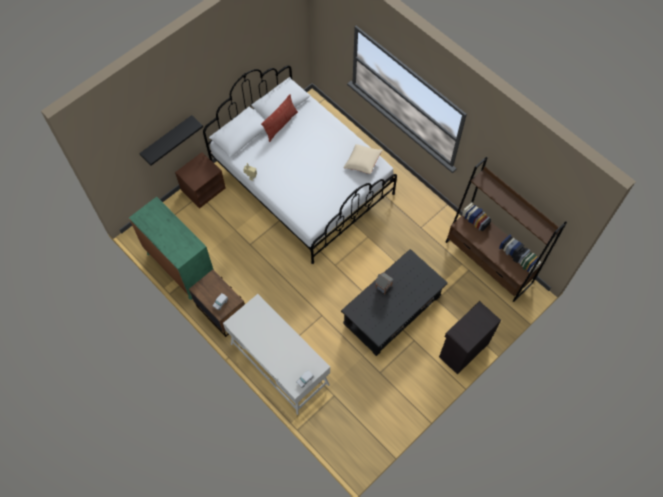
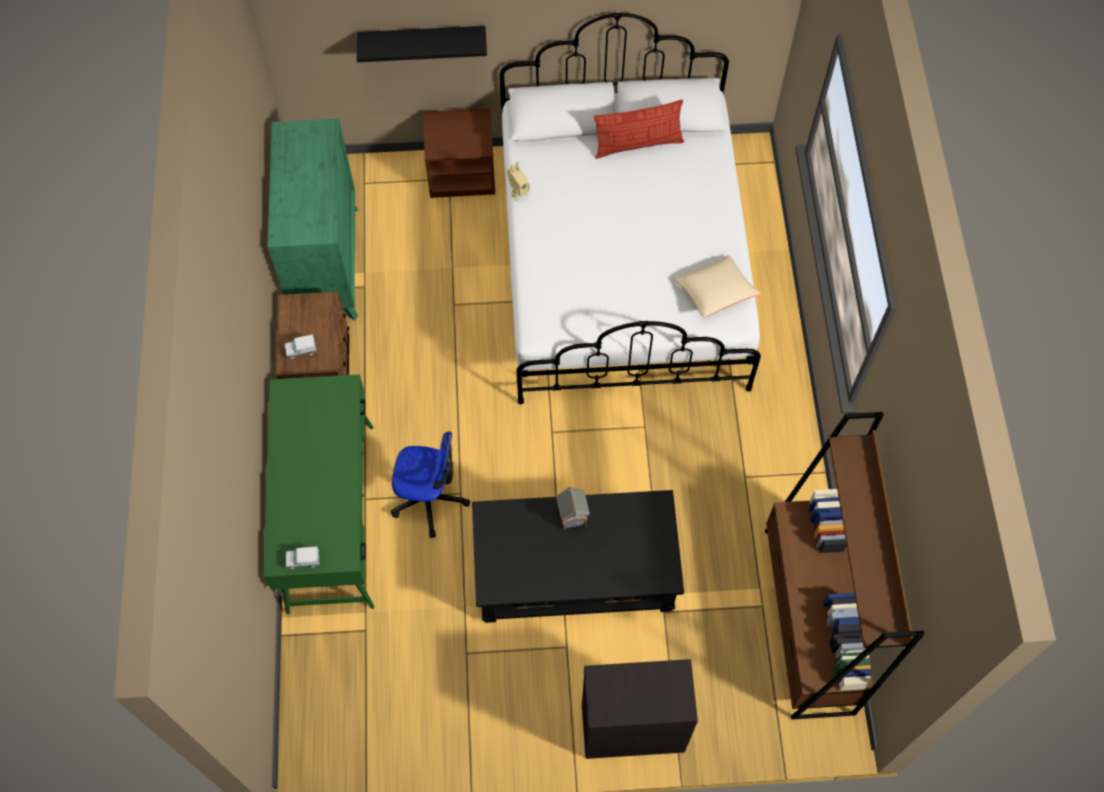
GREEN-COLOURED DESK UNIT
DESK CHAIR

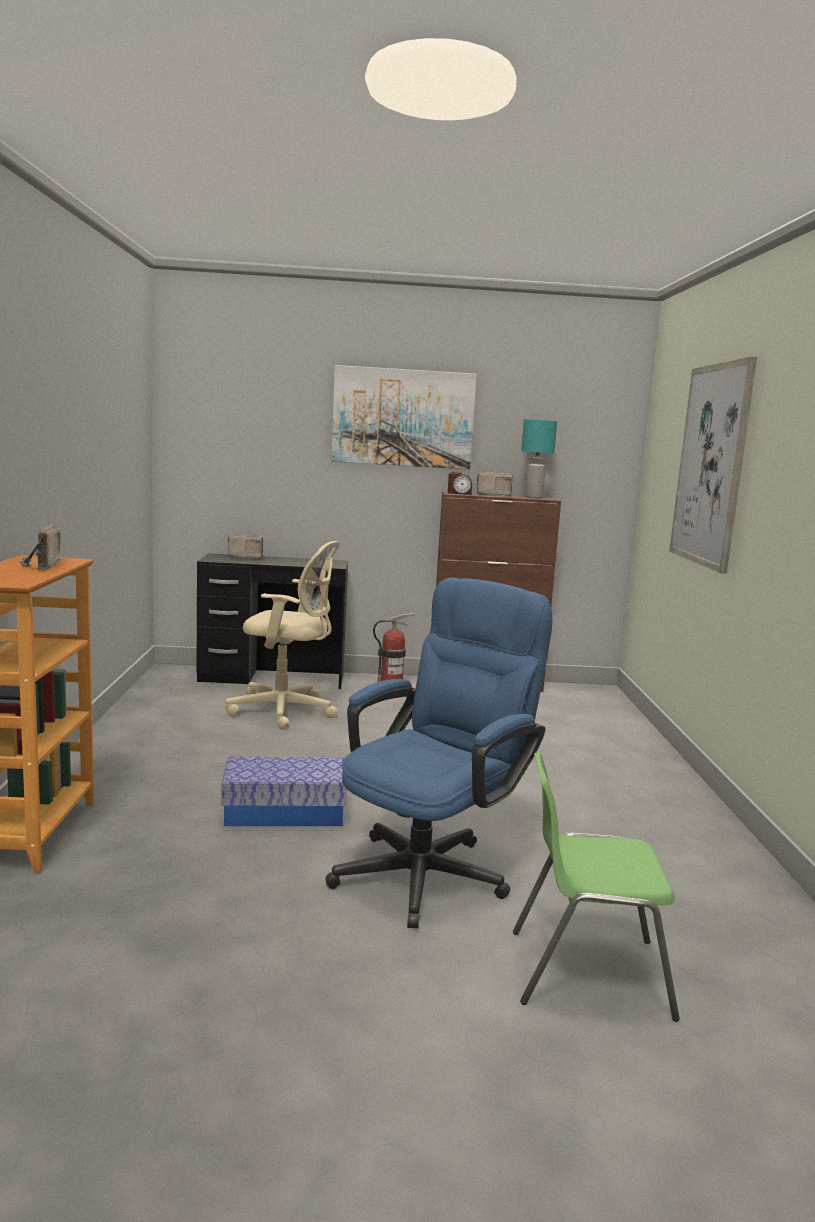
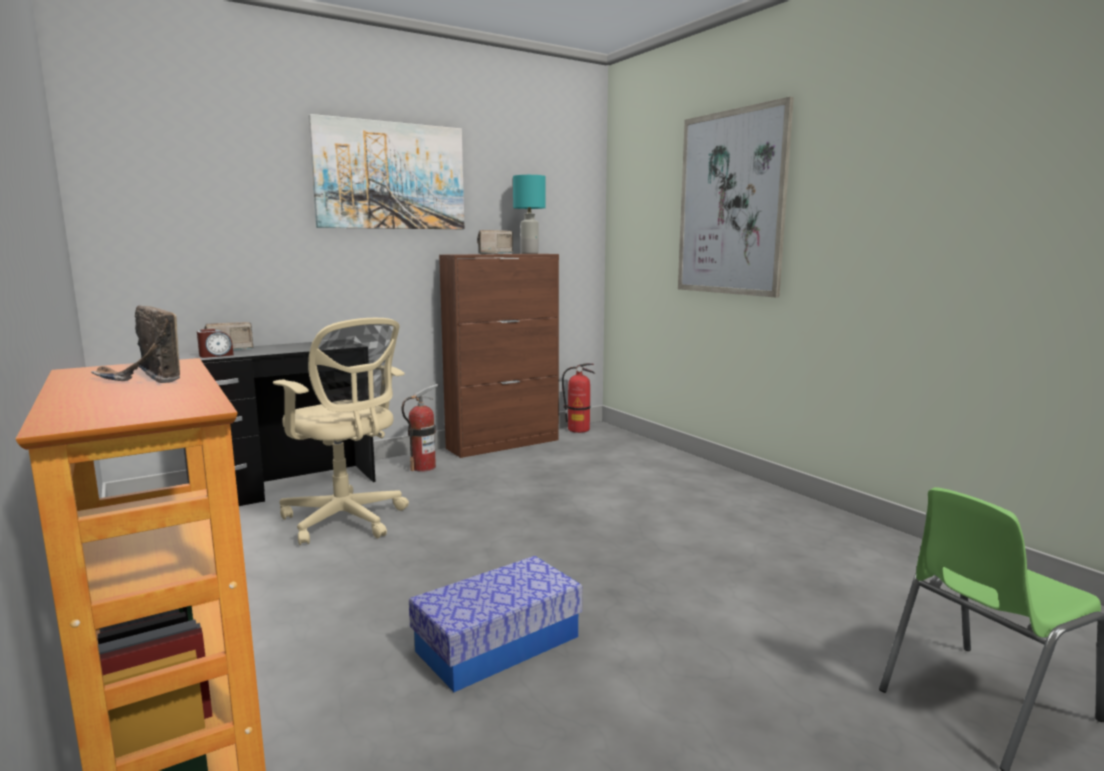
TABLE CLOCK
BEIGE-COLOURED DESK CHAIR
FIRE-FIGHTING CYLINDER (2nd from left)
BLUISH DESK CHAIR

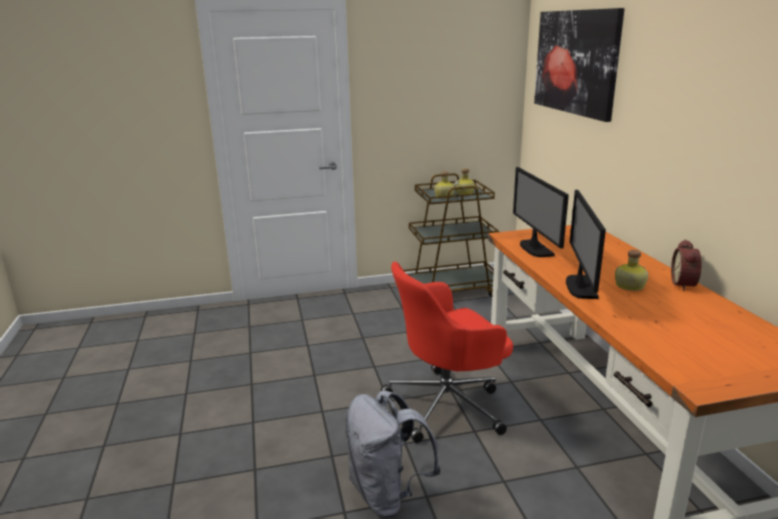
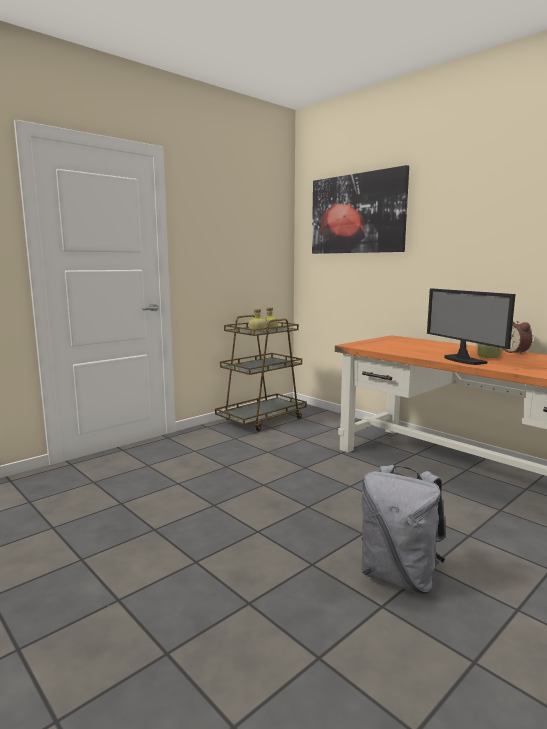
RED DESK CHAIR
COMPUTER DISPLAY (1st from left in the first image)

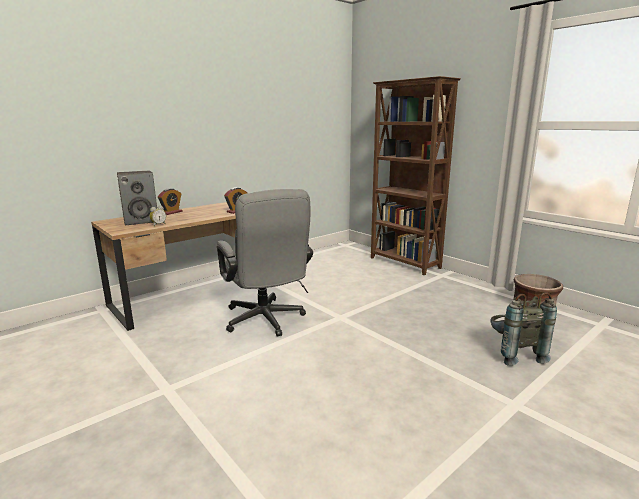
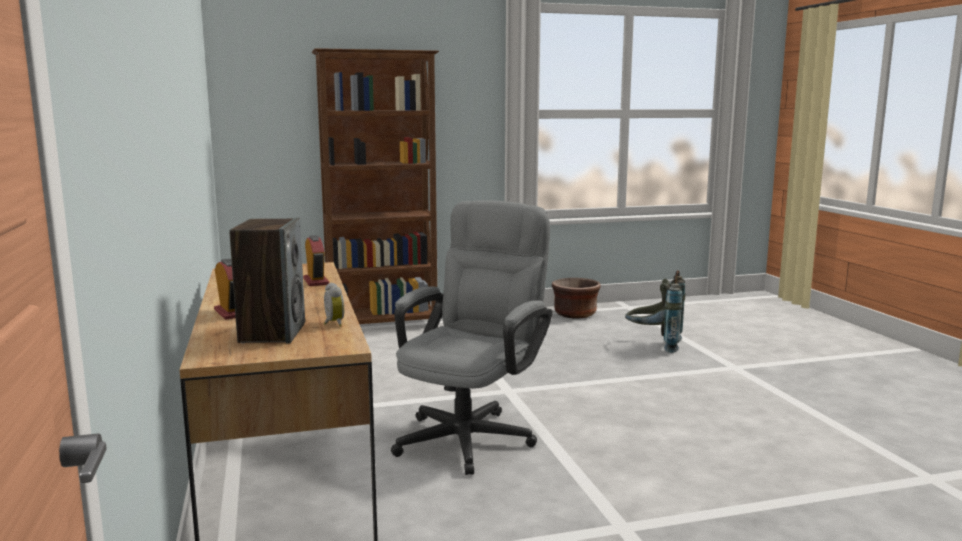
GREYISH DESK CHAIR

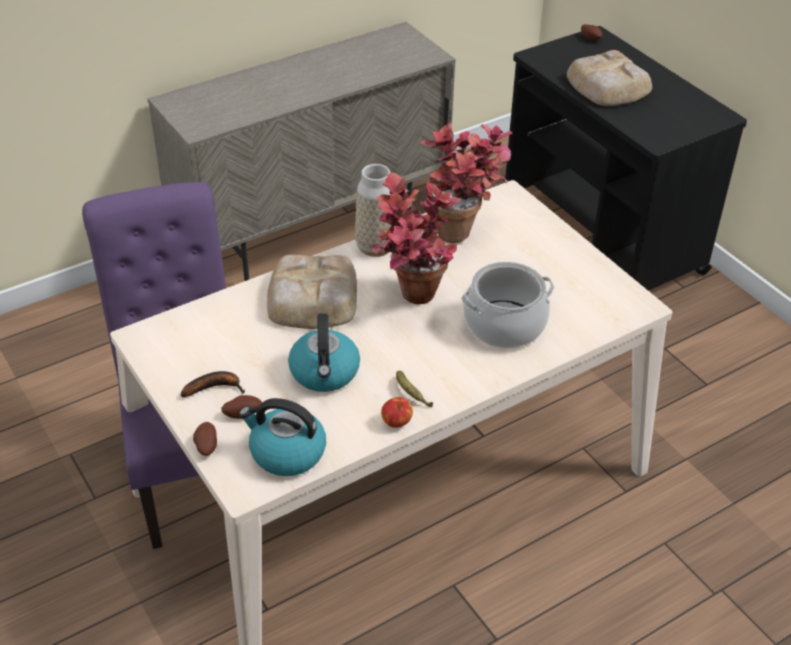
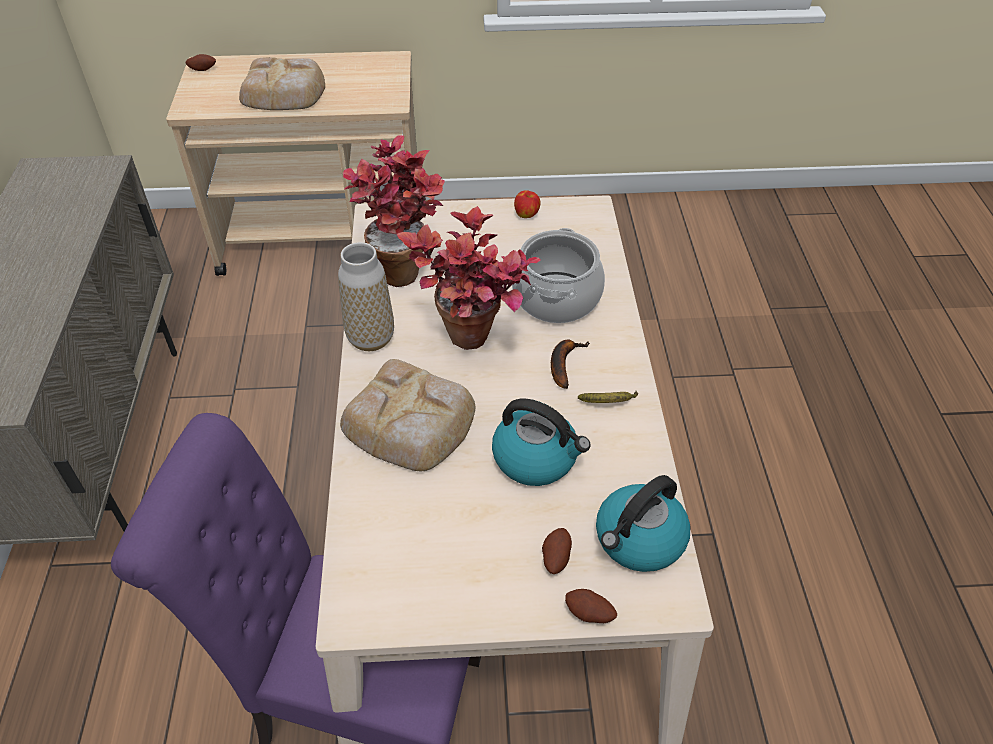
BEIGE-COLOURED TROLLEY
APPLE FRUIT
BANANA (1st from left)

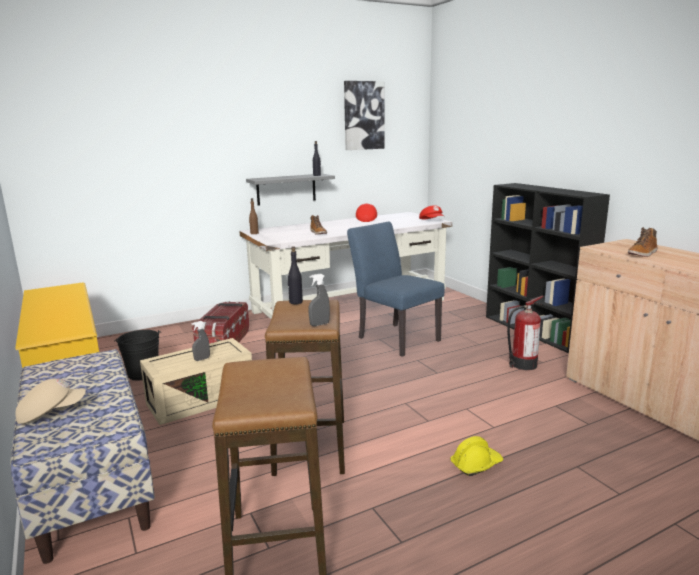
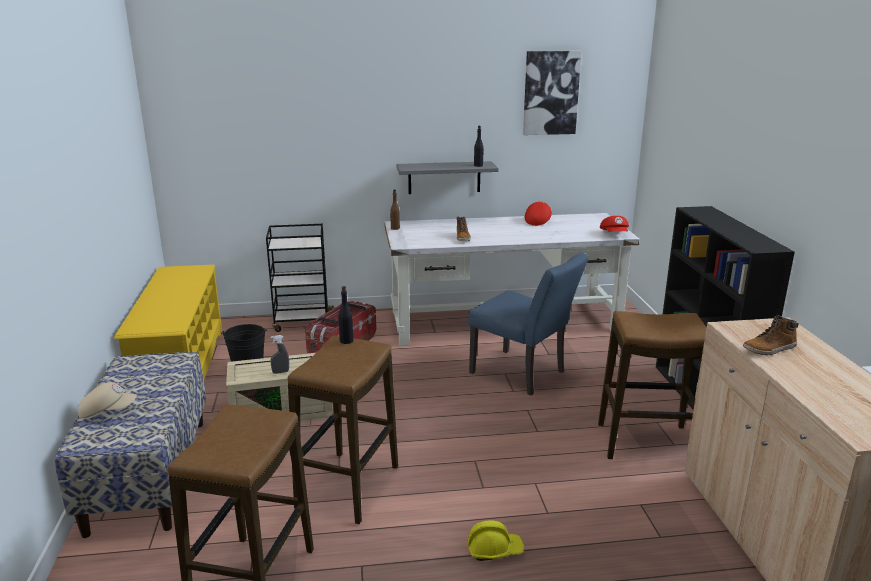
BLACK TROLLEY
BLUISH PLAIN CHAIR
SITTING STOOL (3rd from left)
GREYISH HAND SPRAYER (2nd from left in the first image)

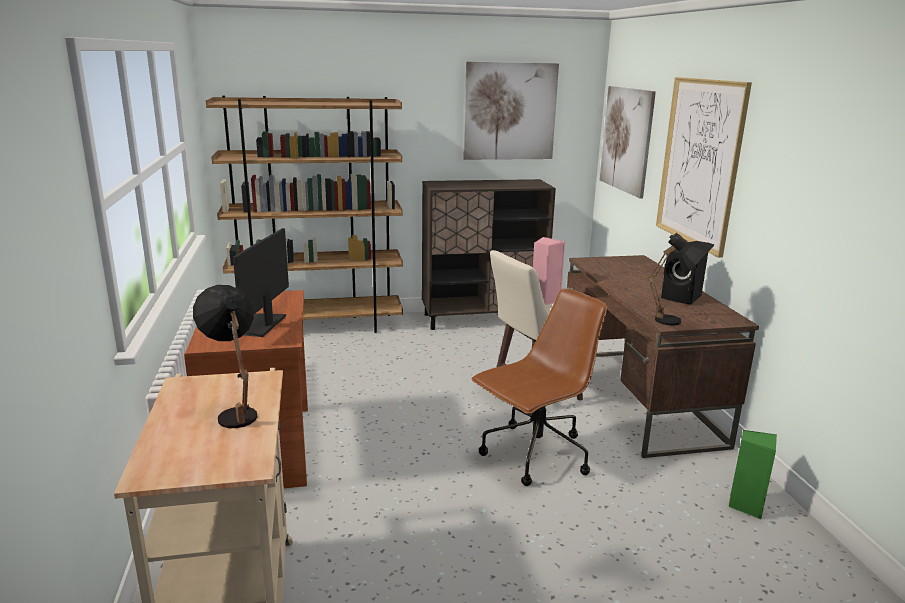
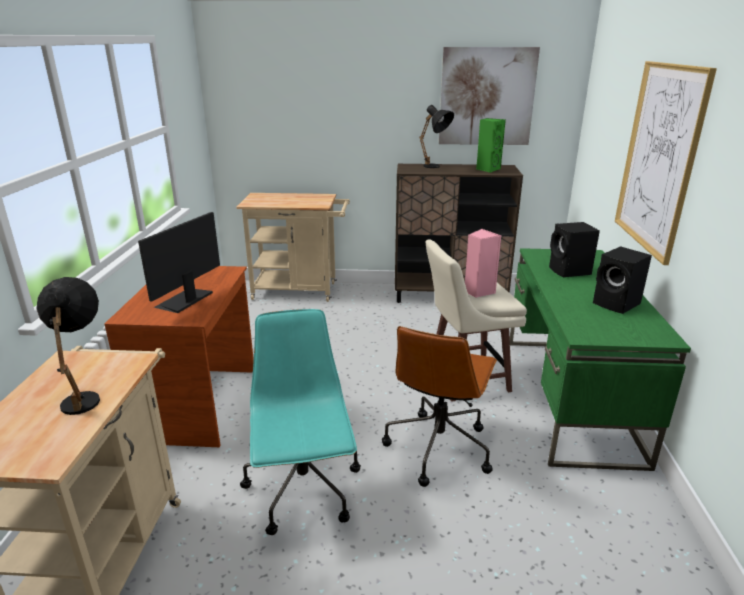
BEIGE-COLOURED TROLLEY (2nd from left)
TURQUOISE DESK CHAIR
BROWNISH DESK CHAIR
BLACK TABLETOP LAMP (2nd from left)
GREEN-COLOURED SPEAKER
GREEN-COLOURED DESK UNIT
BLACK SPEAKER (1st from left)
PICTURE (2nd from left in the first image)

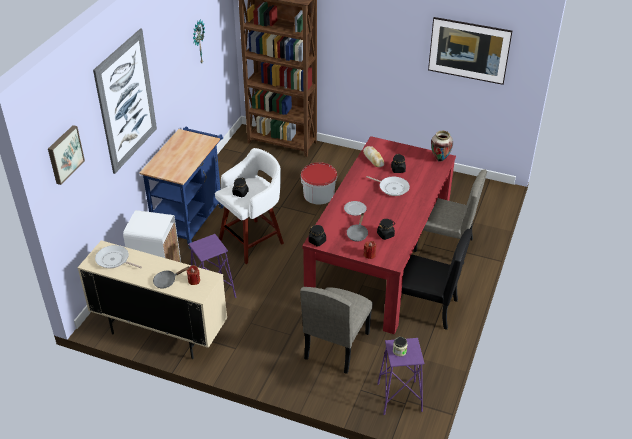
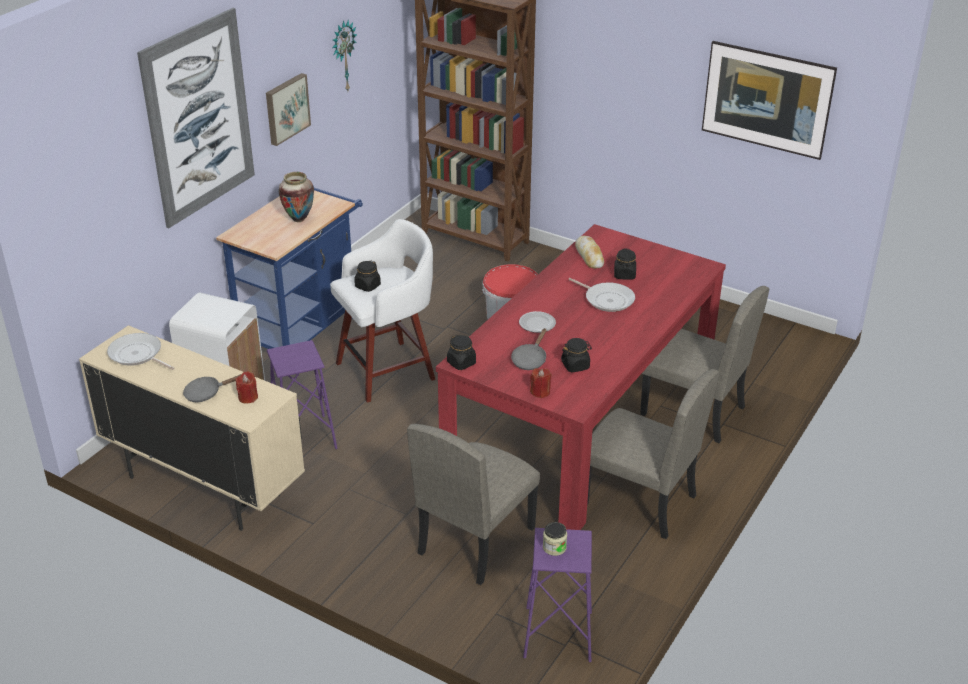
PICTURE (2nd from left)
DECORATIVE VASE
BEIGE-COLOURED PLAIN CHAIR (2nd from left)

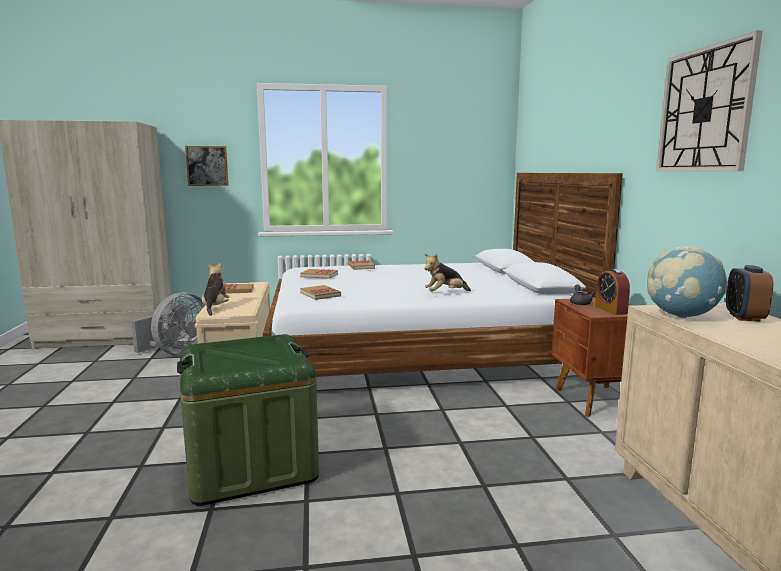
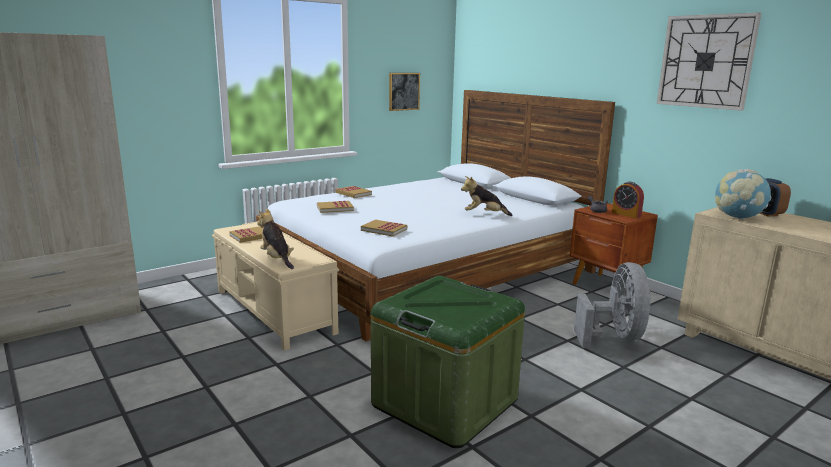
PICTURE
SOFT TOY (2nd from left)
GREYISH FAN

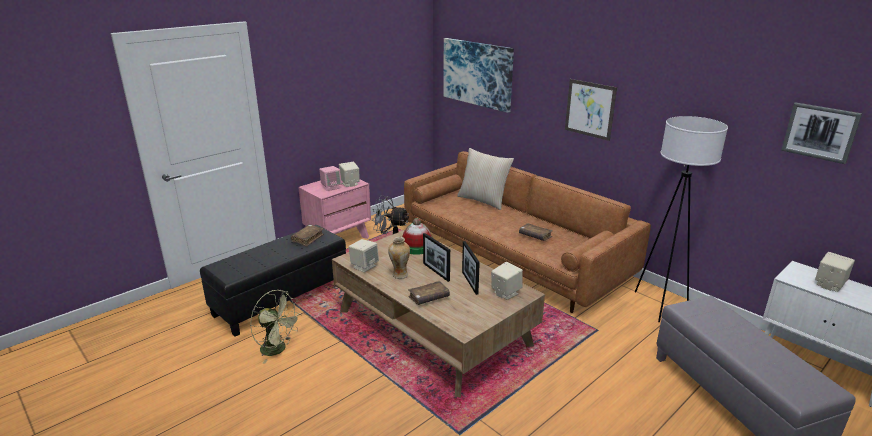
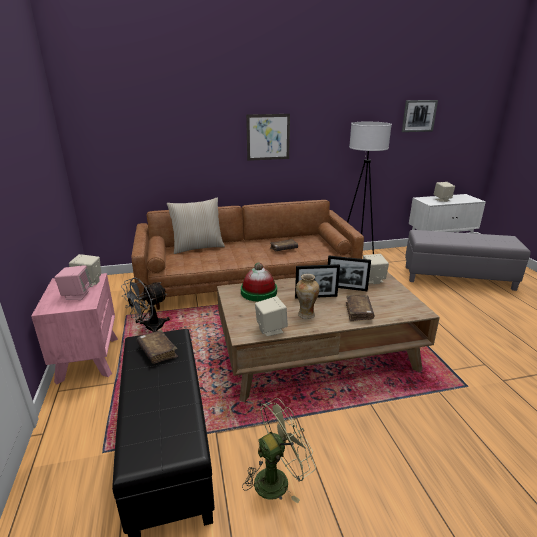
PICTURE (1st from left in the first image)

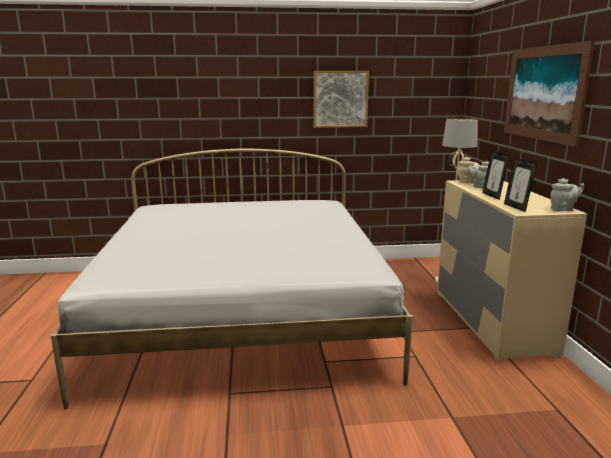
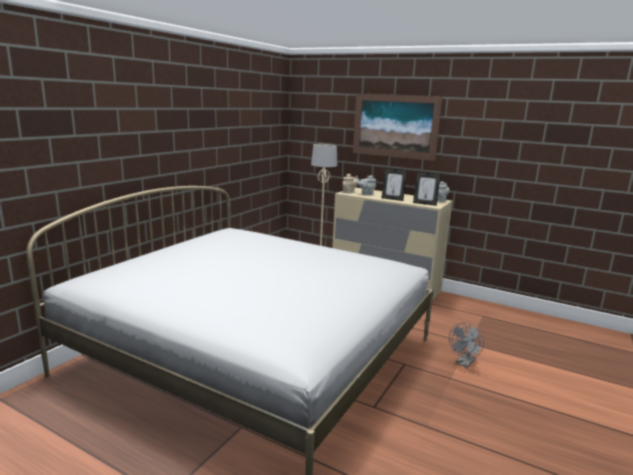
GREYISH FAN
PICTURE (1st from left in the first image)

